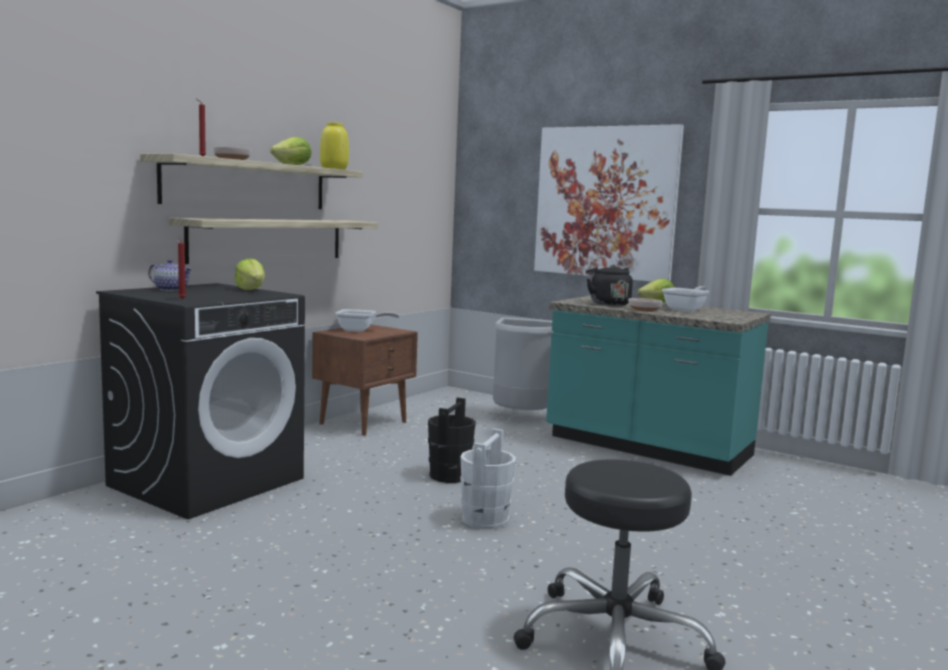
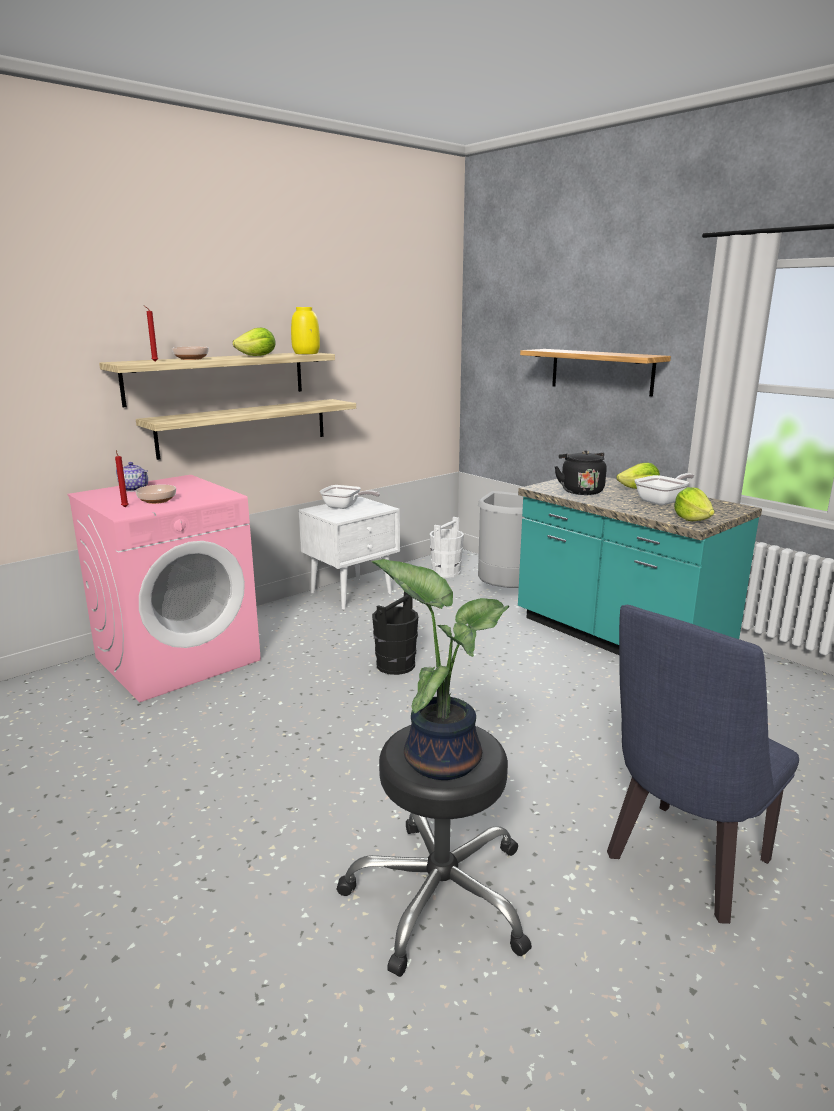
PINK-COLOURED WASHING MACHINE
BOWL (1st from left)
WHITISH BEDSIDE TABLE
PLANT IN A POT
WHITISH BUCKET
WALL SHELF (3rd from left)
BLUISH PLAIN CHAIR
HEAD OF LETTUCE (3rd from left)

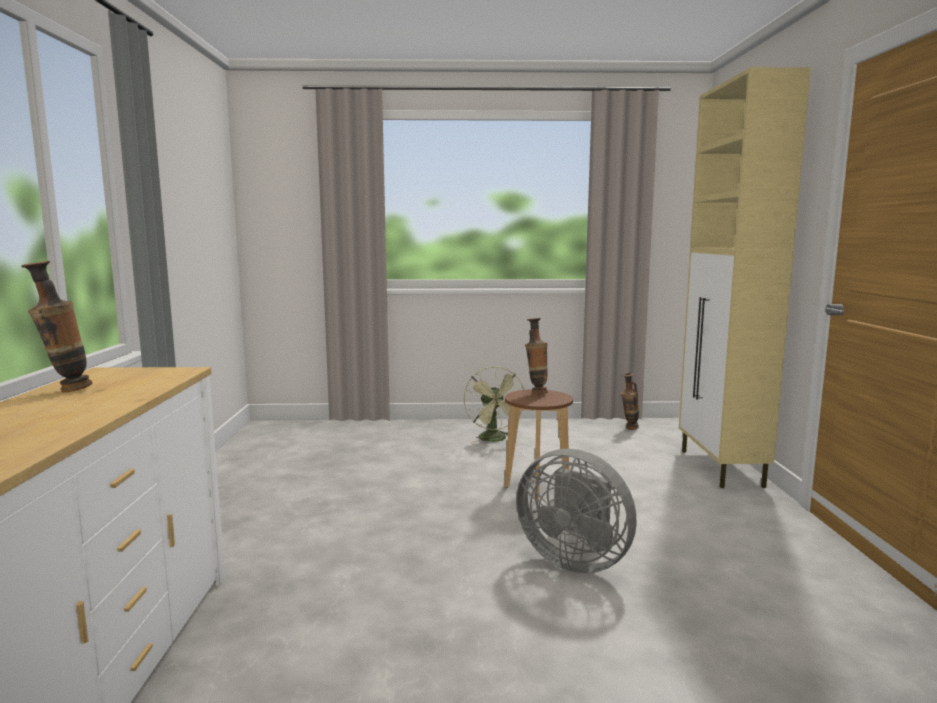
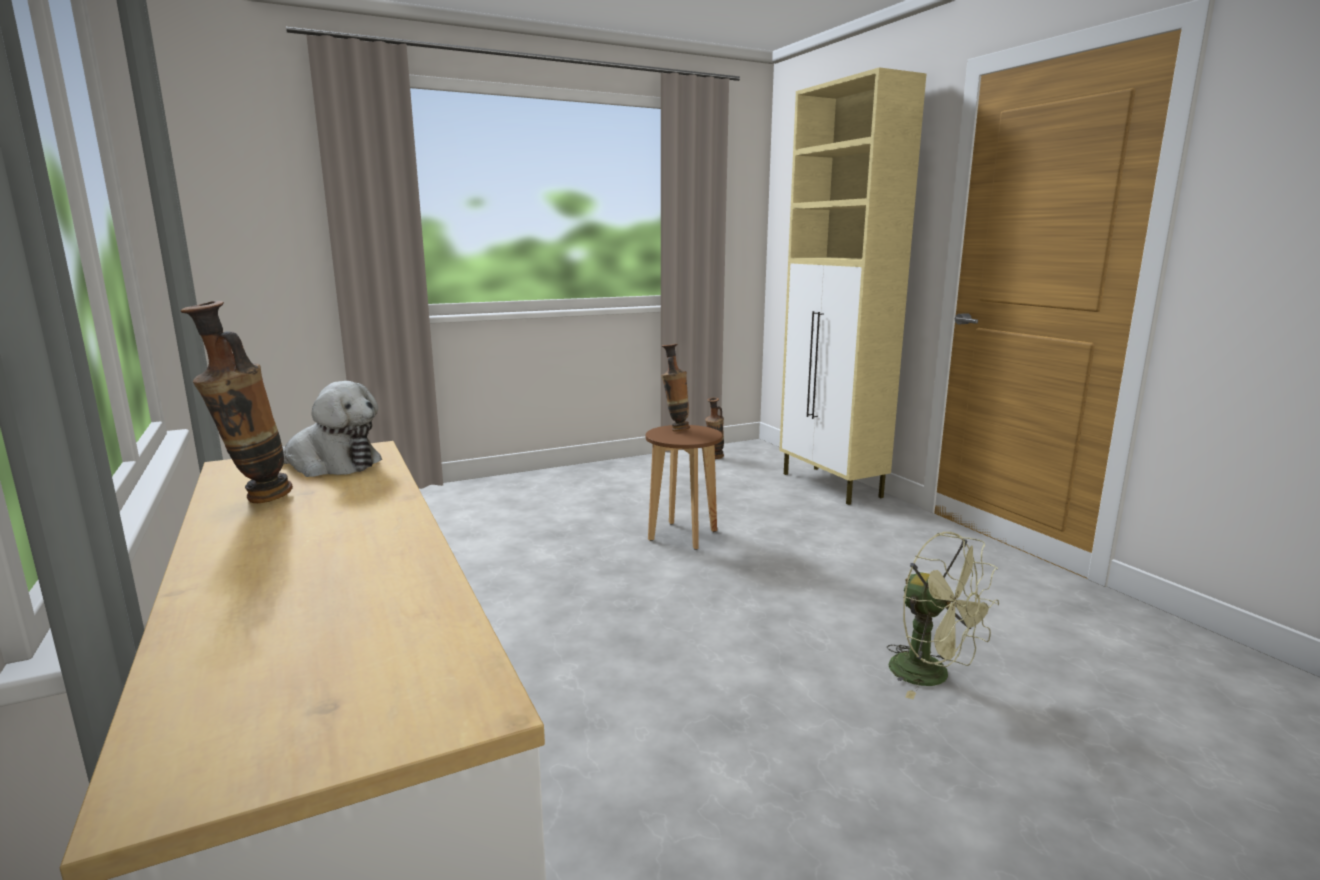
SOFT TOY
GREEN-COLOURED FAN
GREYISH FAN

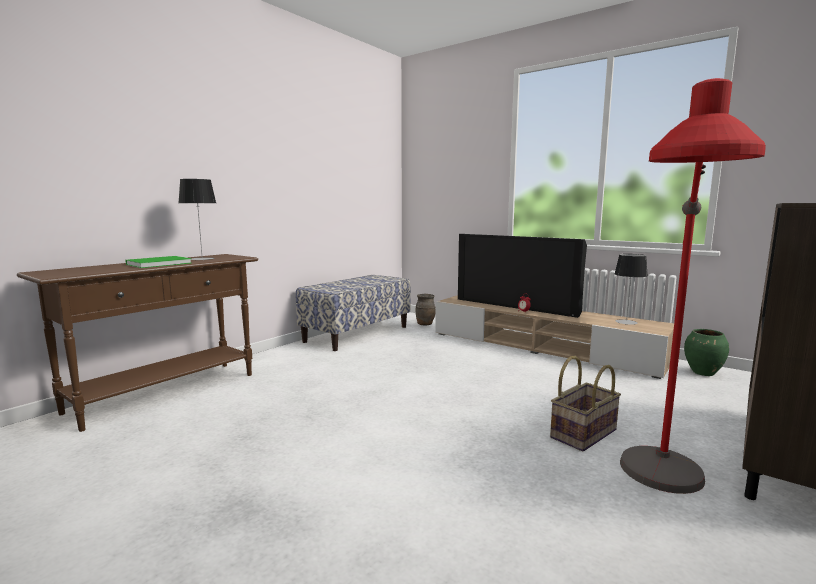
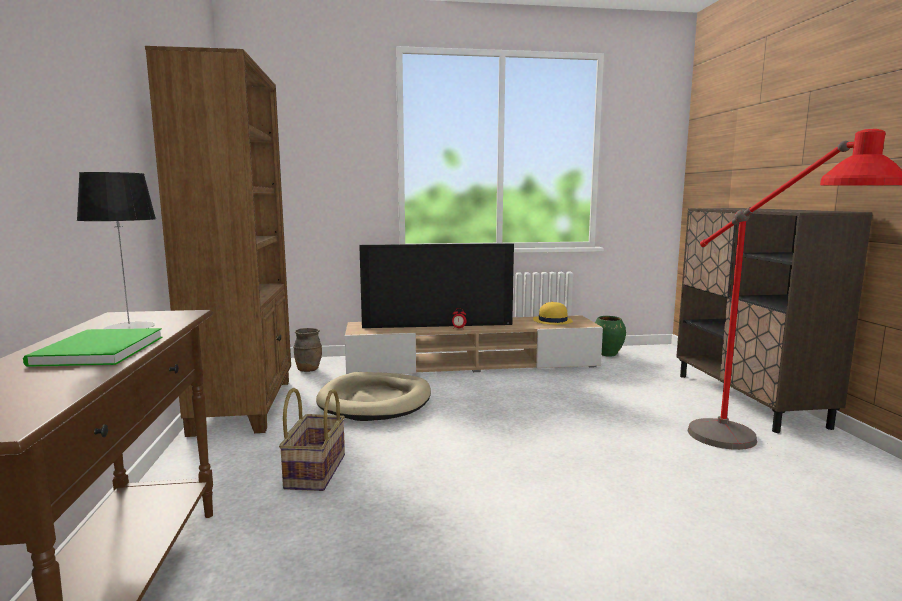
BROWNISH SHELVING UNIT
BASKET
BEIGE-COLOURED DOG BED
YELLOWISH CLOTHING HAT

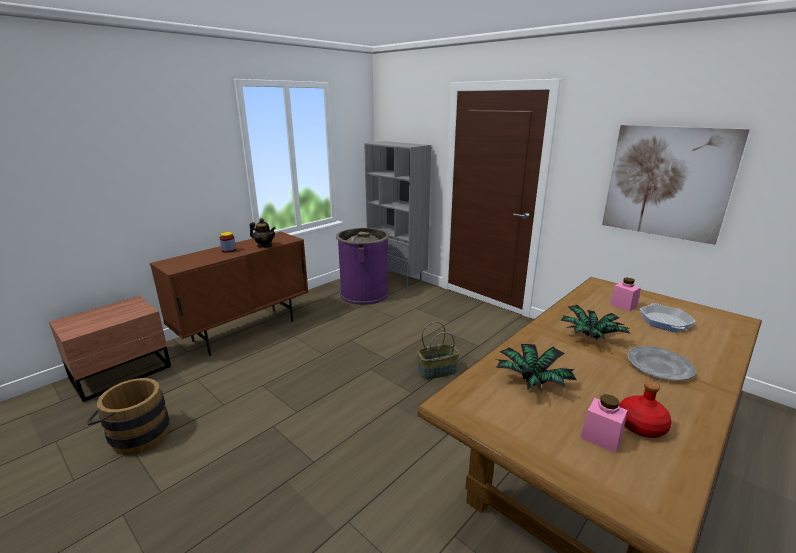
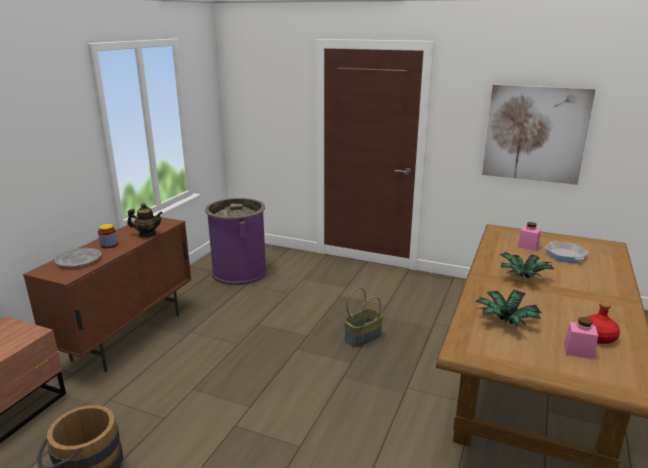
GREYISH FLAT DISH
GREYISH SHELVING UNIT

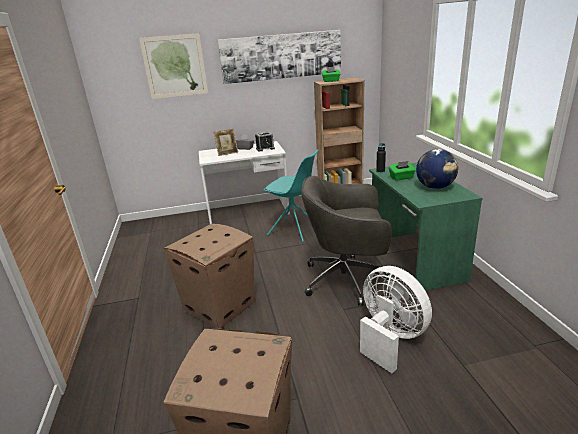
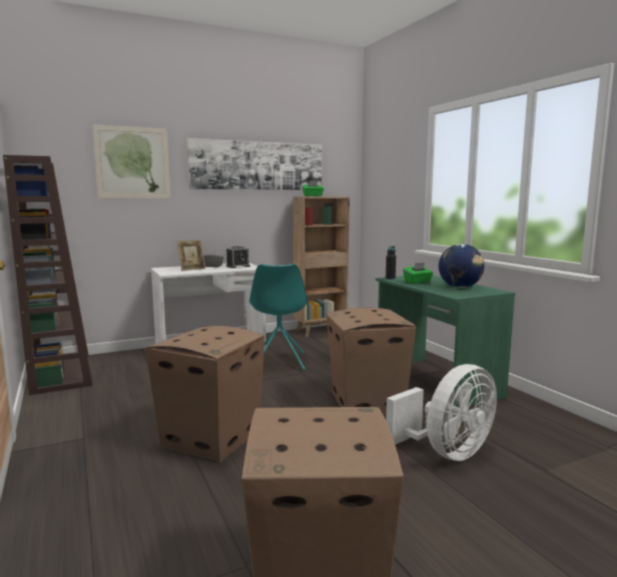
BROWNISH SHELVING UNIT (1st from left)
TURQUOISE PLAIN CHAIR
CARTON (3rd from left)
WHITISH FAN

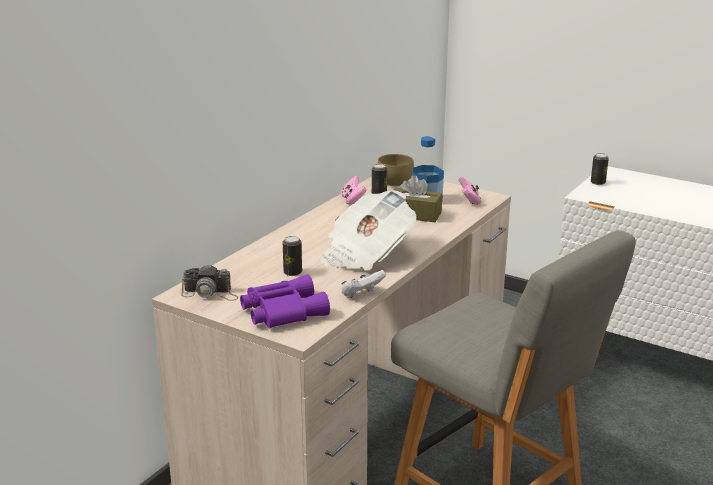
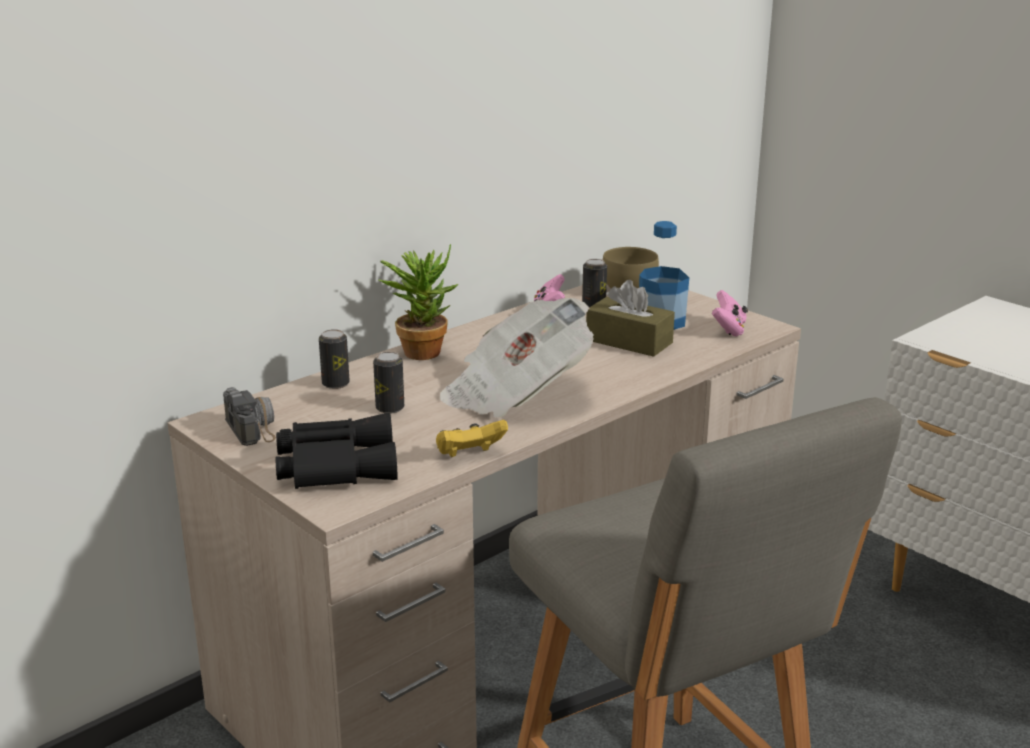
STILL CAMERA
BLACK FIELD GLASSES
CAN (1st from left)
PLANT IN A POT
YELLOWISH GAMEPAD

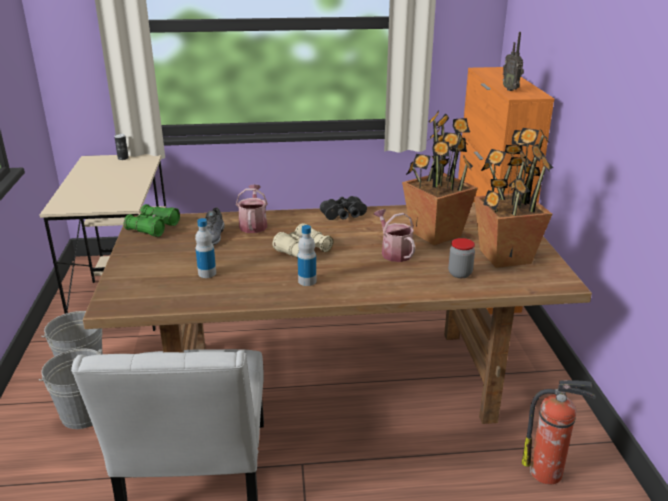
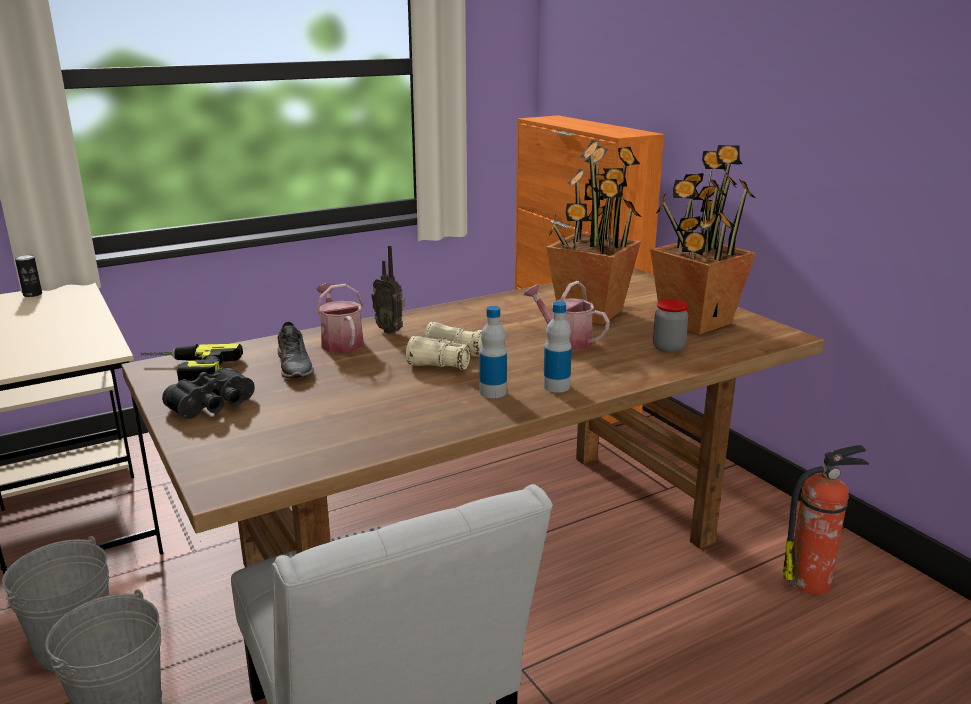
ELECTRIC DRILL
BLACK FIELD GLASSES
RADIO
BOTTLE (2nd from left)

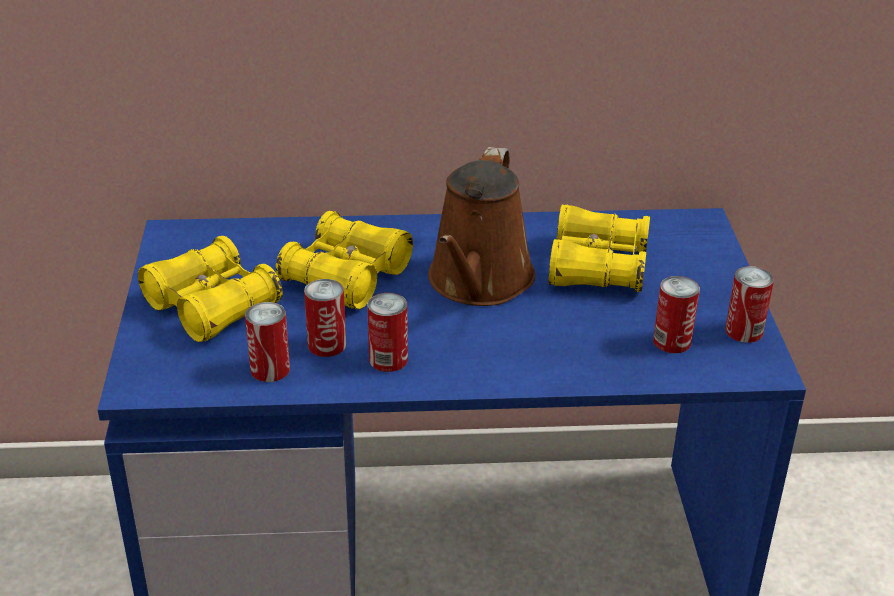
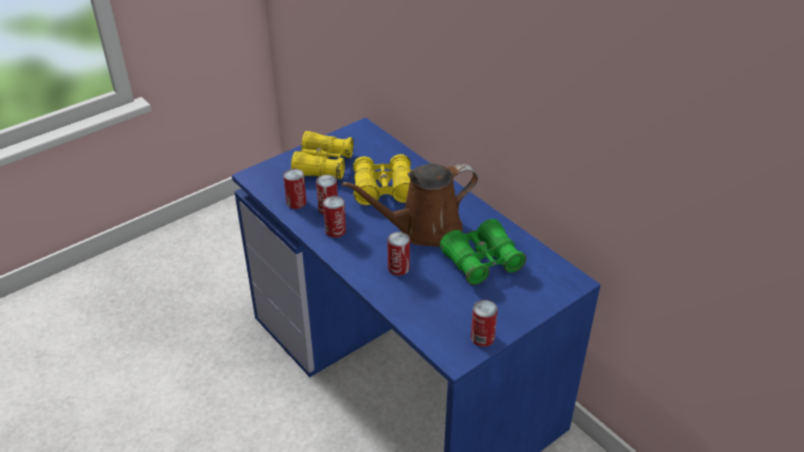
CAN (4th from left)
GREEN-COLOURED FIELD GLASSES

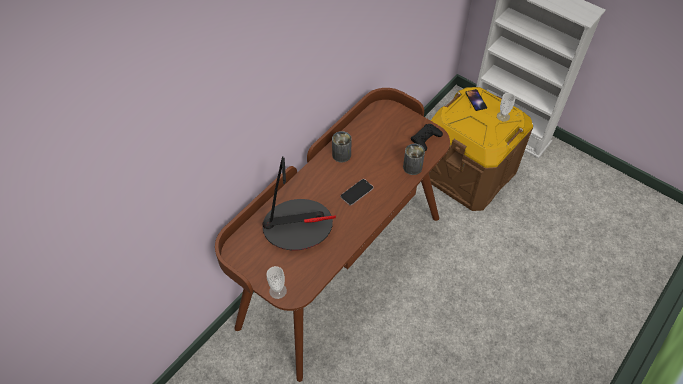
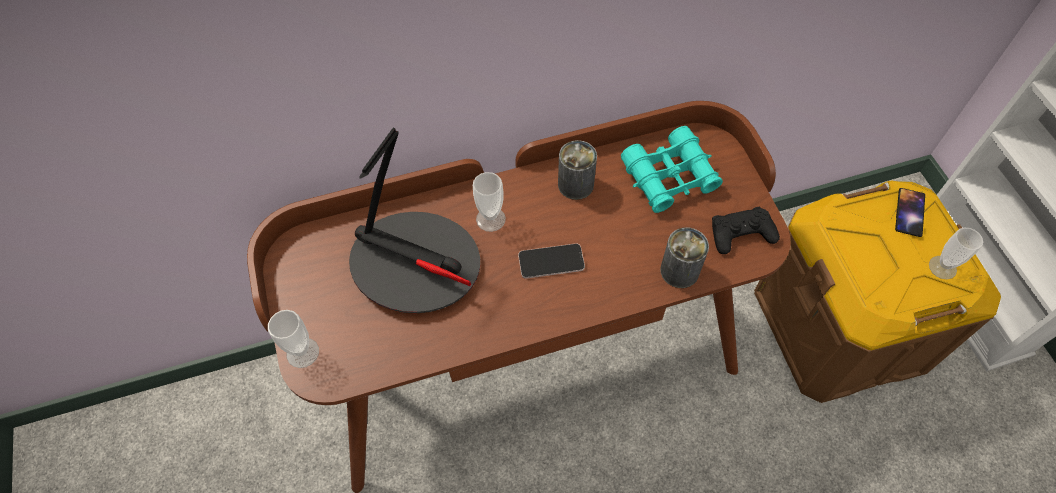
SMALL CUP (2nd from left)
TURQUOISE FIELD GLASSES

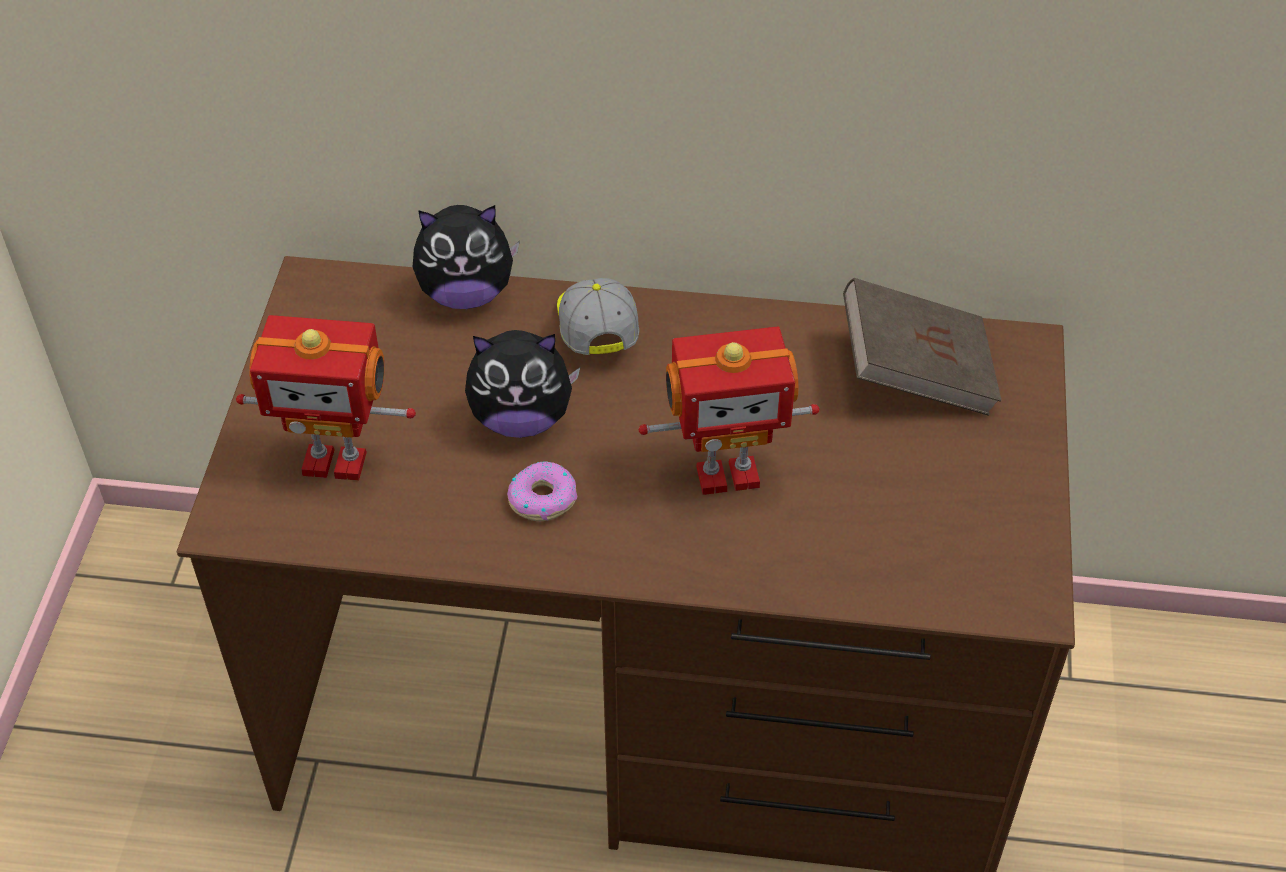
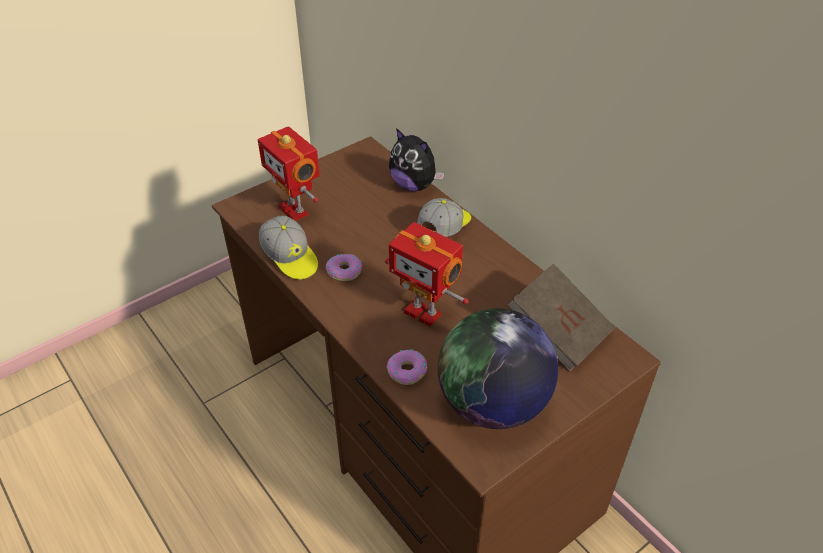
CAP (1st from left)
DOUGHNUT (2nd from left)
GLOBE
SOFT TOY (2nd from left in the first image)

